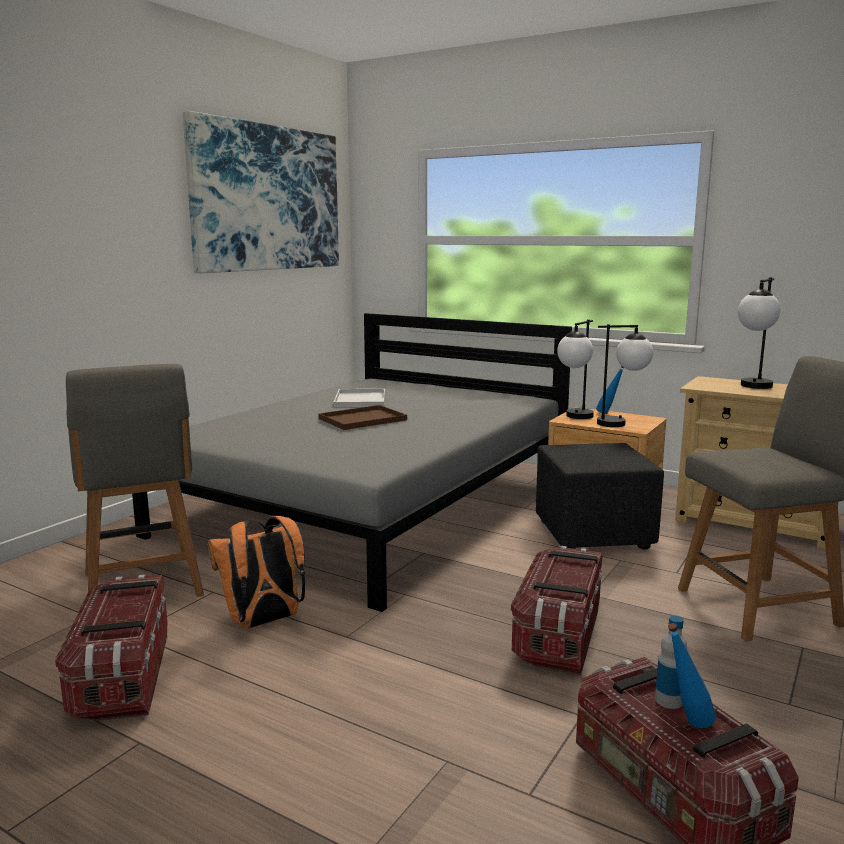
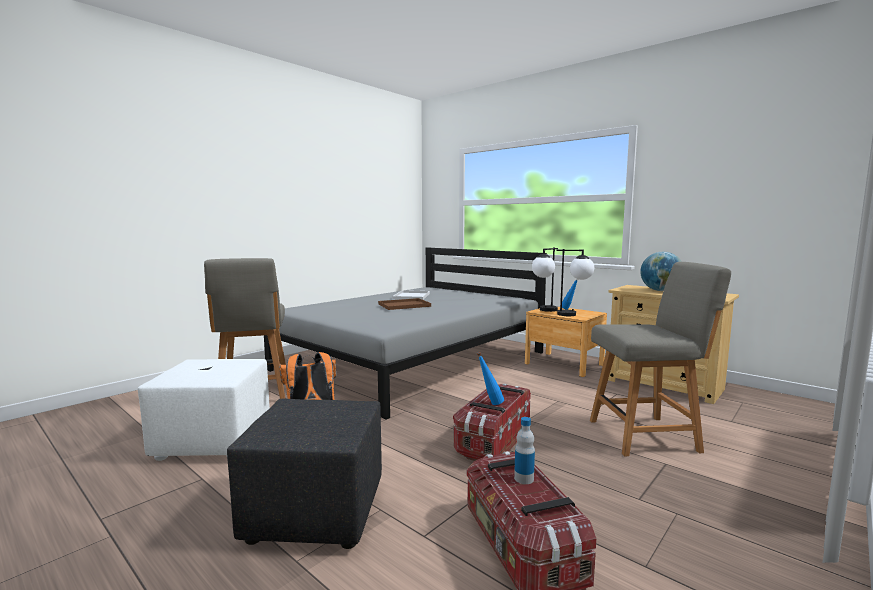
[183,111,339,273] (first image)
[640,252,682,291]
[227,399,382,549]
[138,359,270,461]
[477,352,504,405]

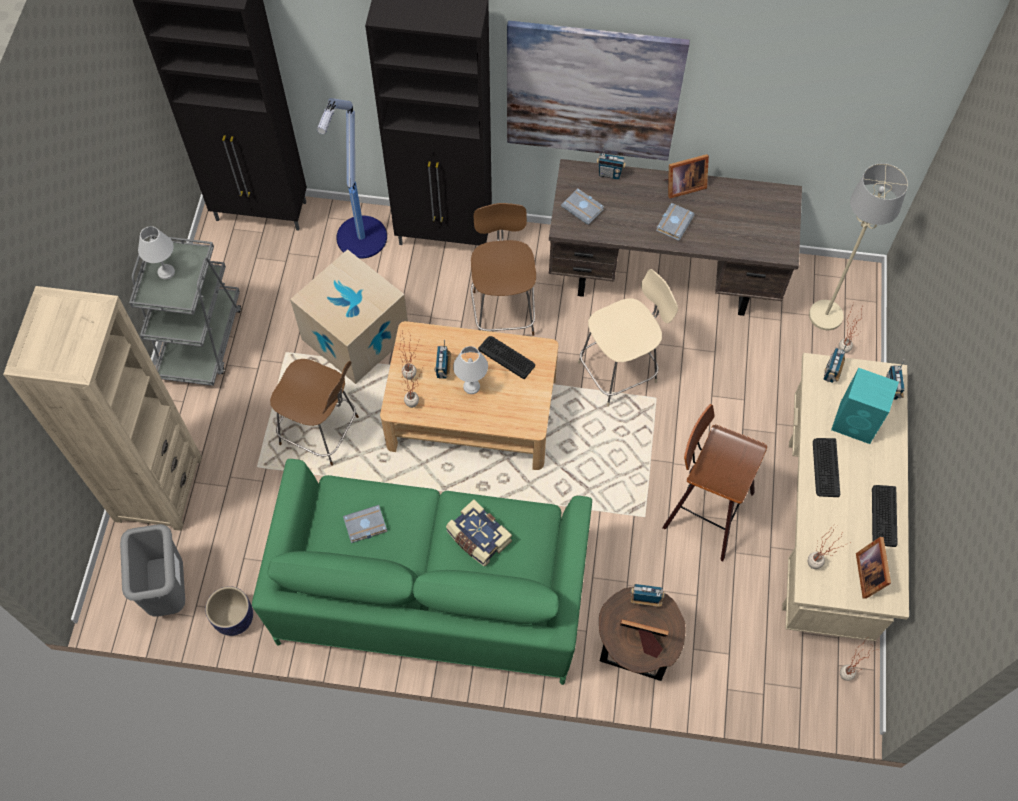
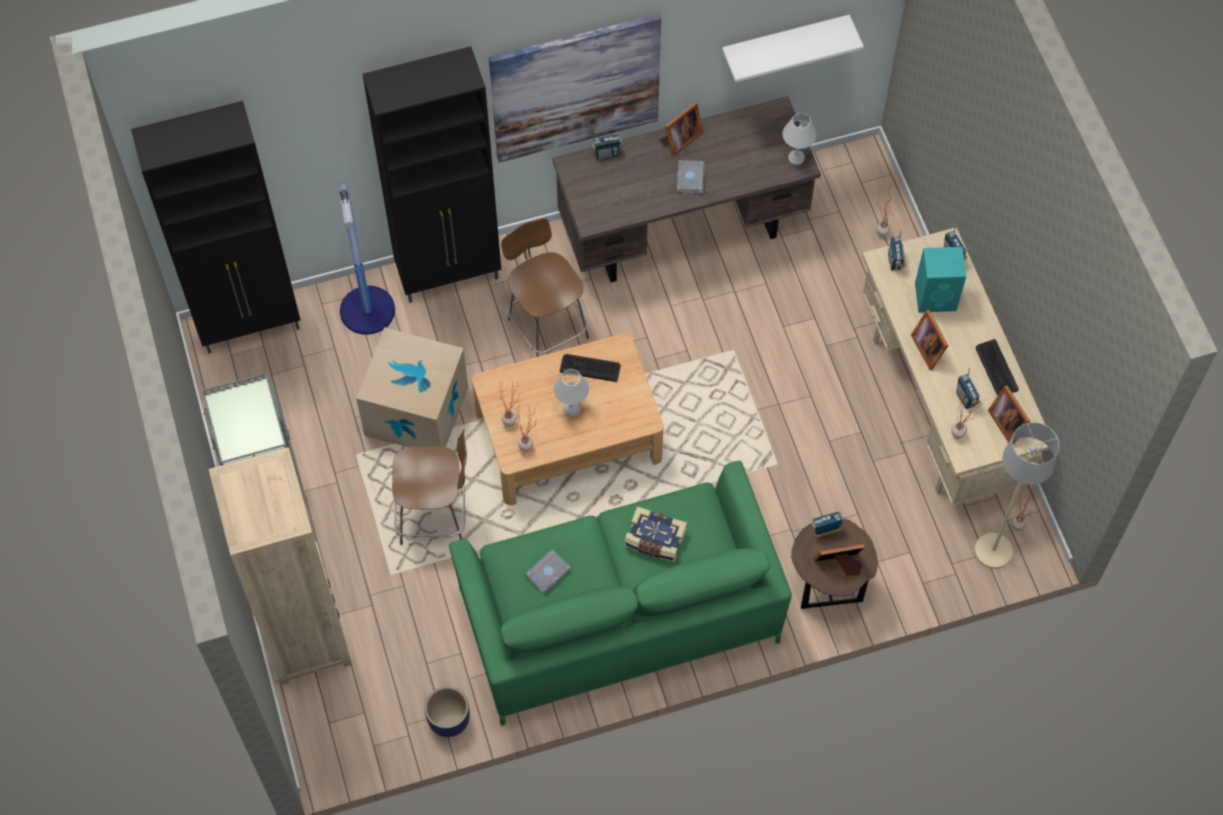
[975,422,1059,569]
[561,189,604,225] (first image)
[783,113,817,165]
[578,269,678,407] (first image)
[956,368,981,409]
[663,404,767,562] (first image)
[911,310,949,370]
[120,524,185,617] (first image)
[722,15,864,82]

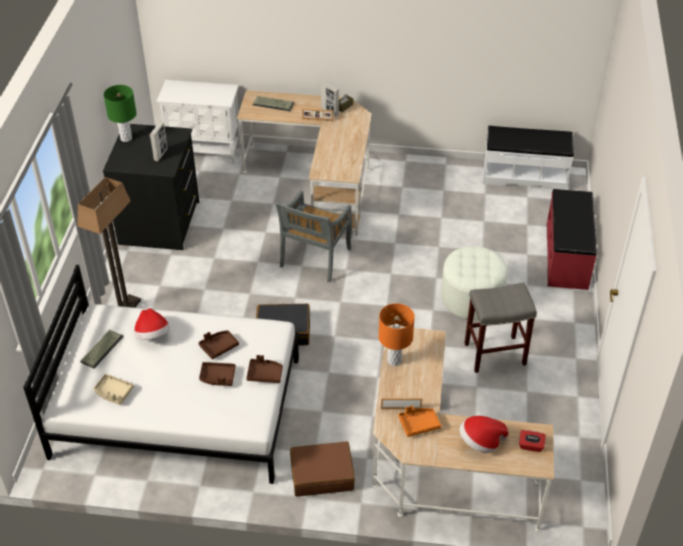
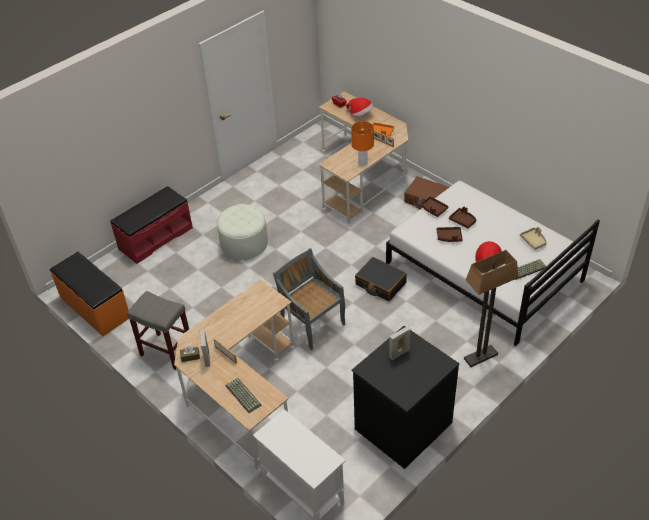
[104,85,137,142] (first image)
[50,252,129,336]
[273,248,346,350]
[127,291,189,370]

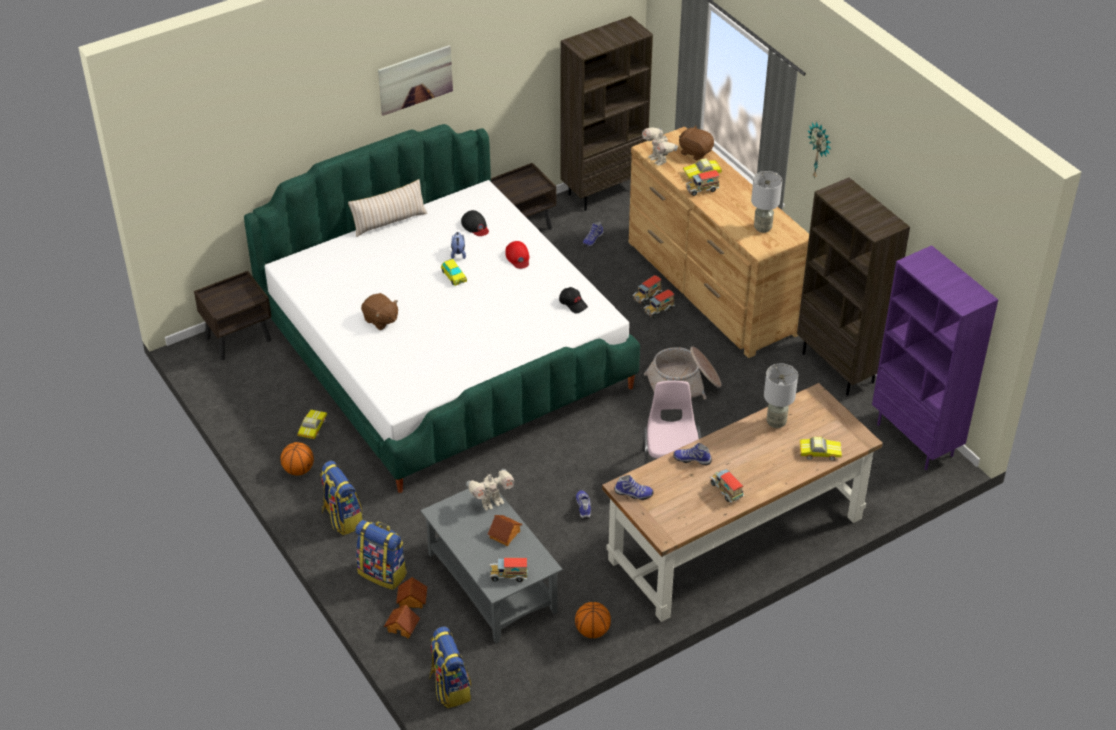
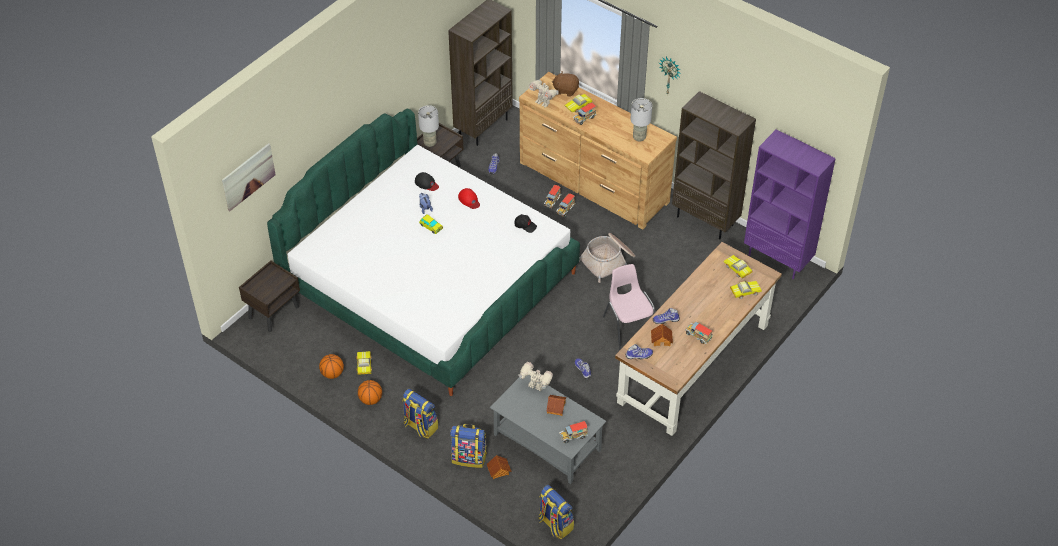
[222,143,276,211]
[348,179,427,237] (first image)
[361,293,398,330] (first image)
[418,105,439,147]
[519,362,553,391]
[319,354,344,379]
[651,324,673,346]
[723,255,753,278]

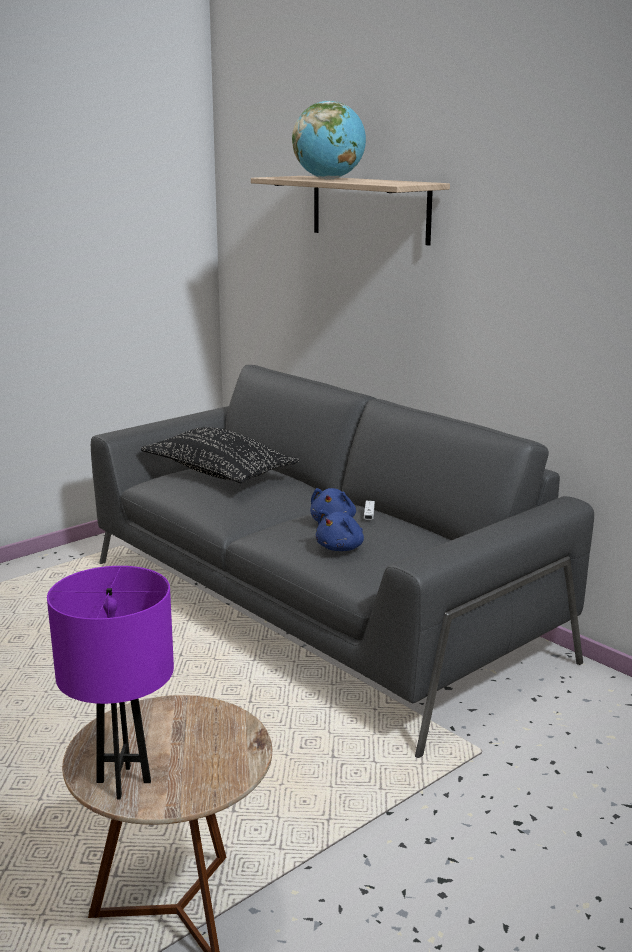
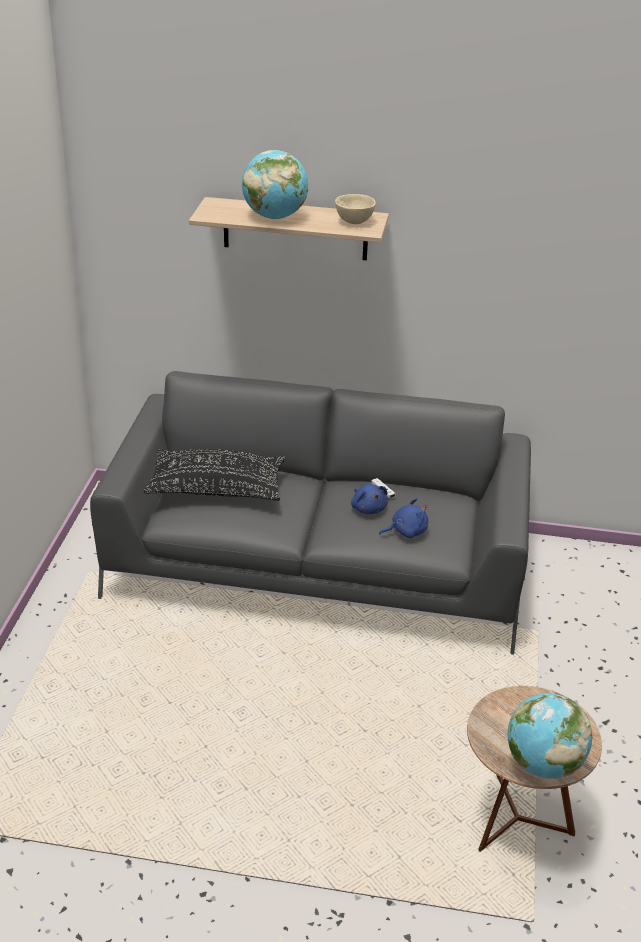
[379,498,428,538]
[508,693,593,778]
[335,194,376,224]

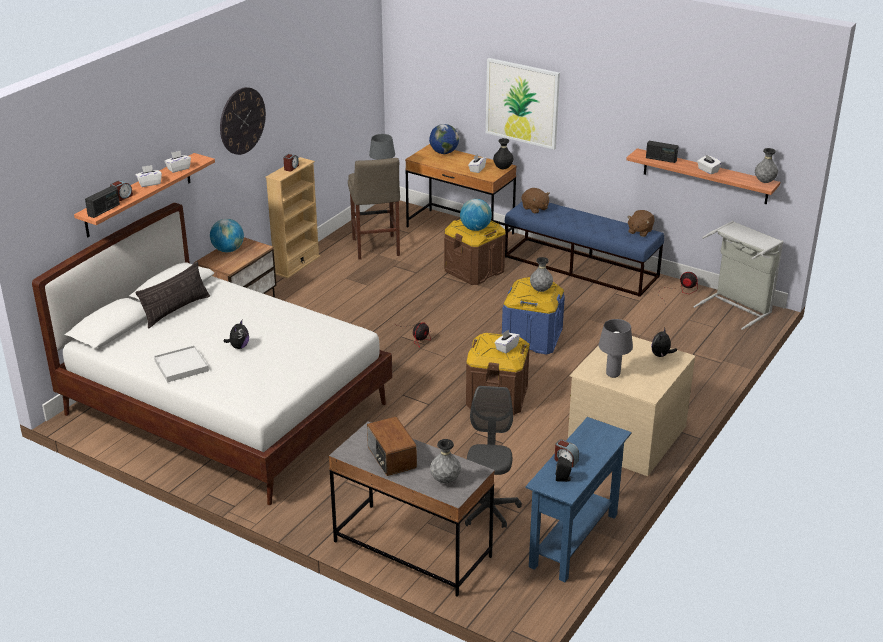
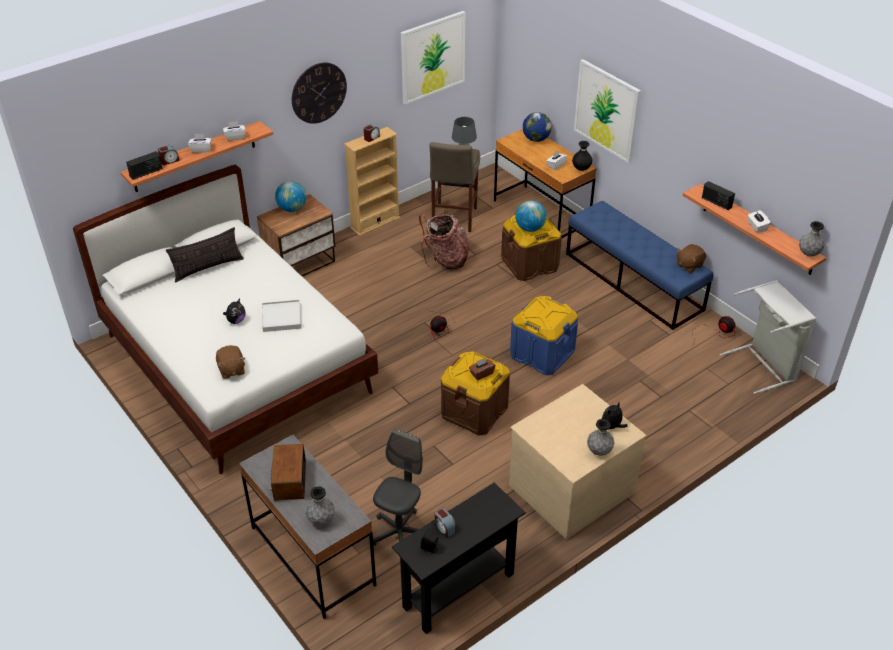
[216,345,245,379]
[587,419,614,456]
[599,319,633,378] (first image)
[469,358,495,380]
[262,300,301,332]
[392,482,526,634]
[401,11,465,104]
[419,214,469,270]

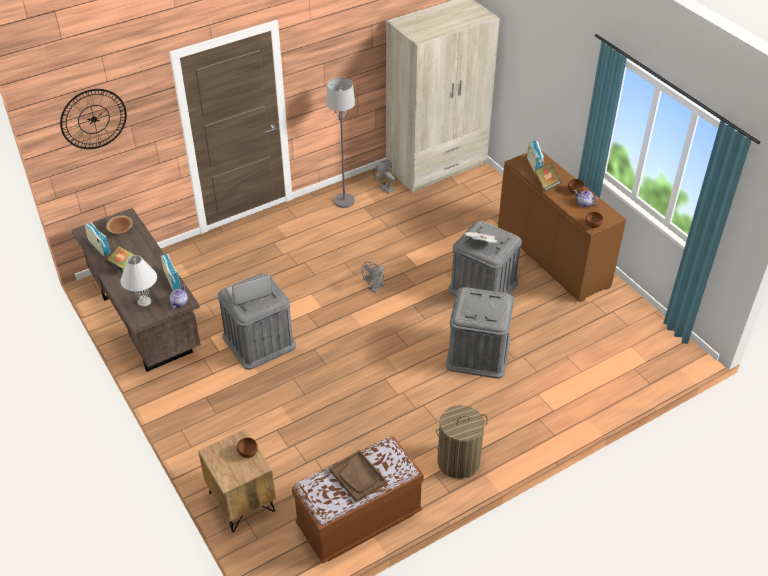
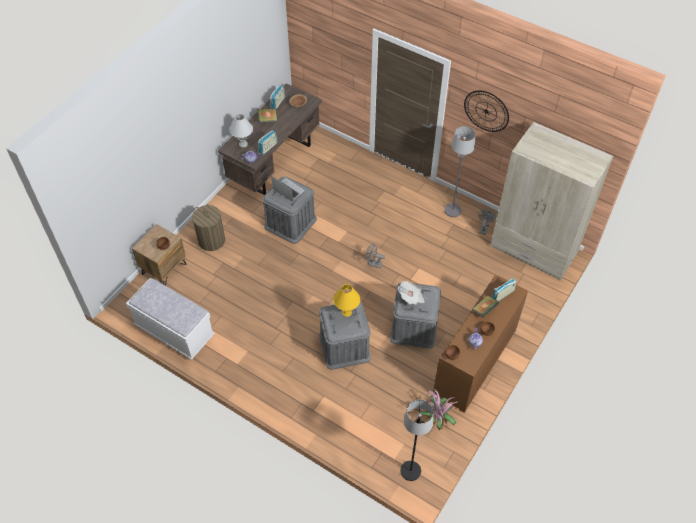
[464,90,509,132]
[192,205,225,251]
[126,278,215,360]
[329,450,387,503] (first image)
[333,284,360,317]
[418,389,457,430]
[401,400,433,481]

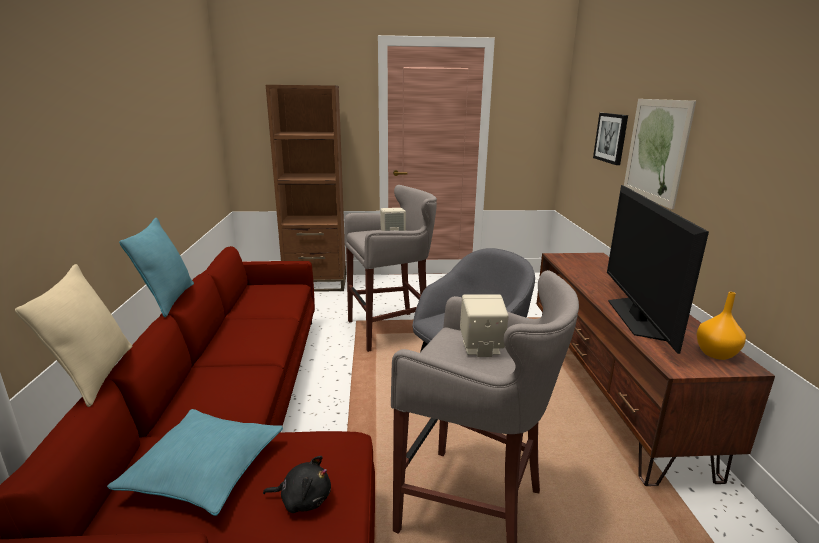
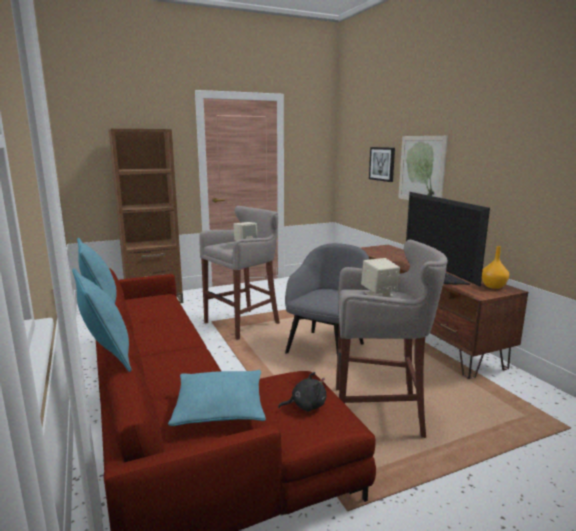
[72,268,132,372]

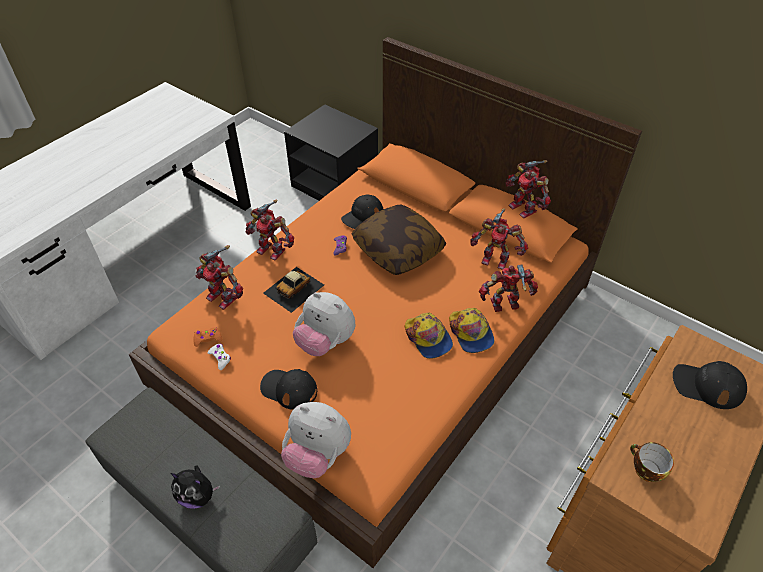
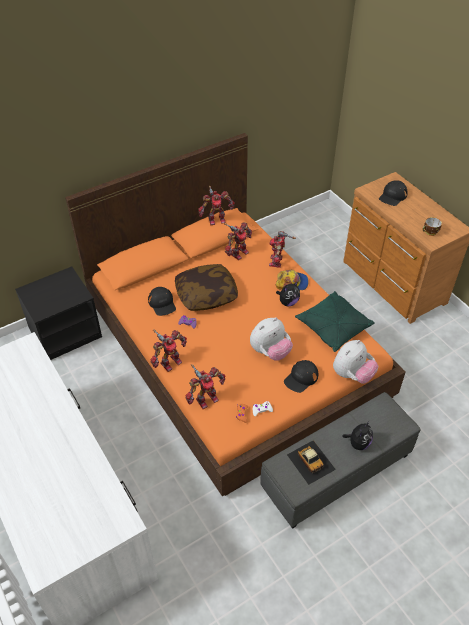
[287,440,336,485]
[276,281,300,306]
[295,291,375,352]

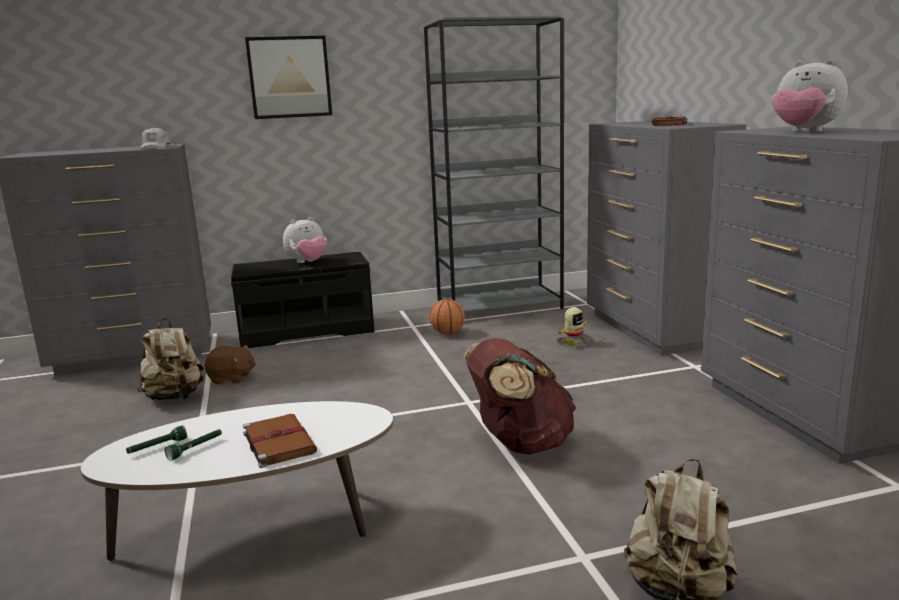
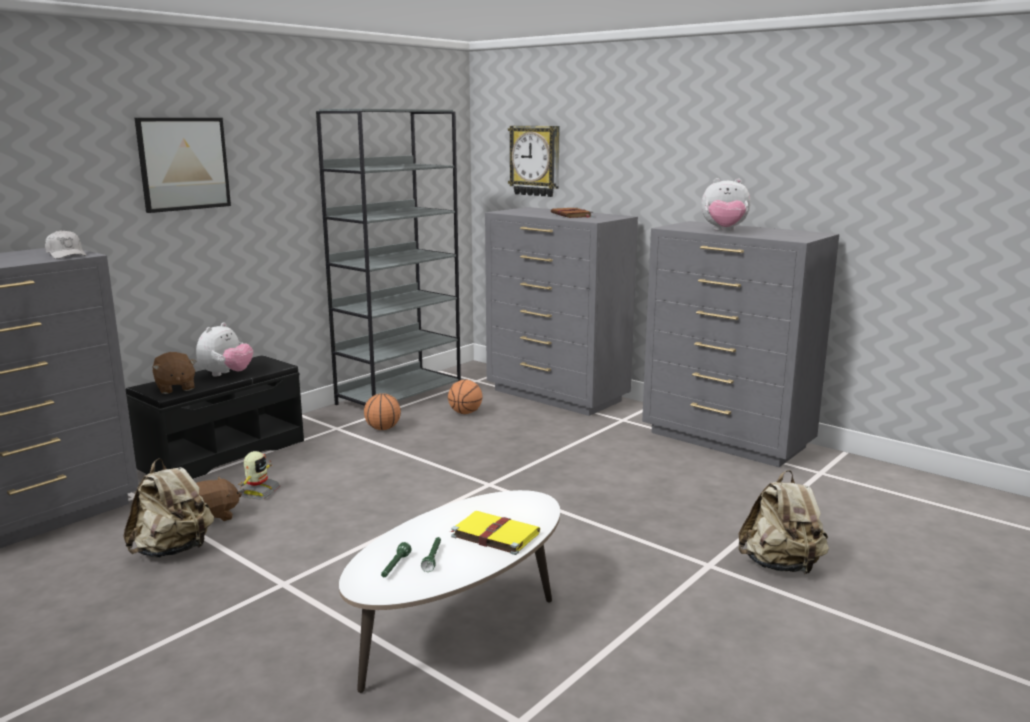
[238,451,281,500]
[464,338,577,455] (first image)
[450,511,540,555]
[508,126,560,197]
[153,352,196,394]
[448,380,483,414]

